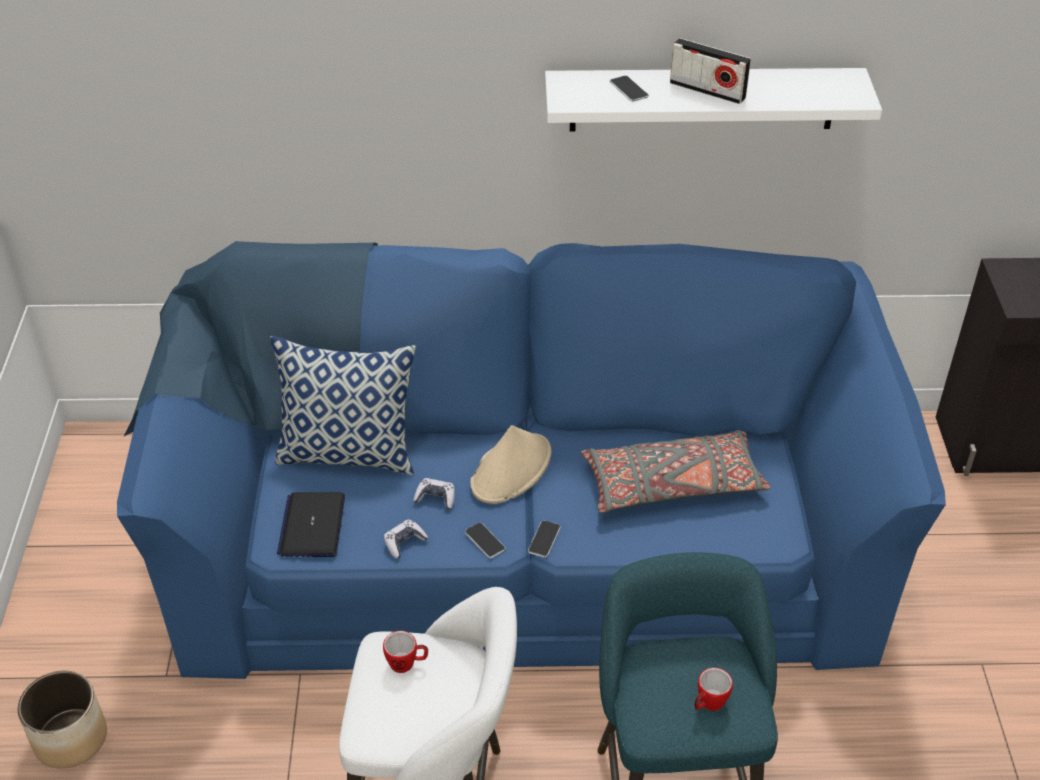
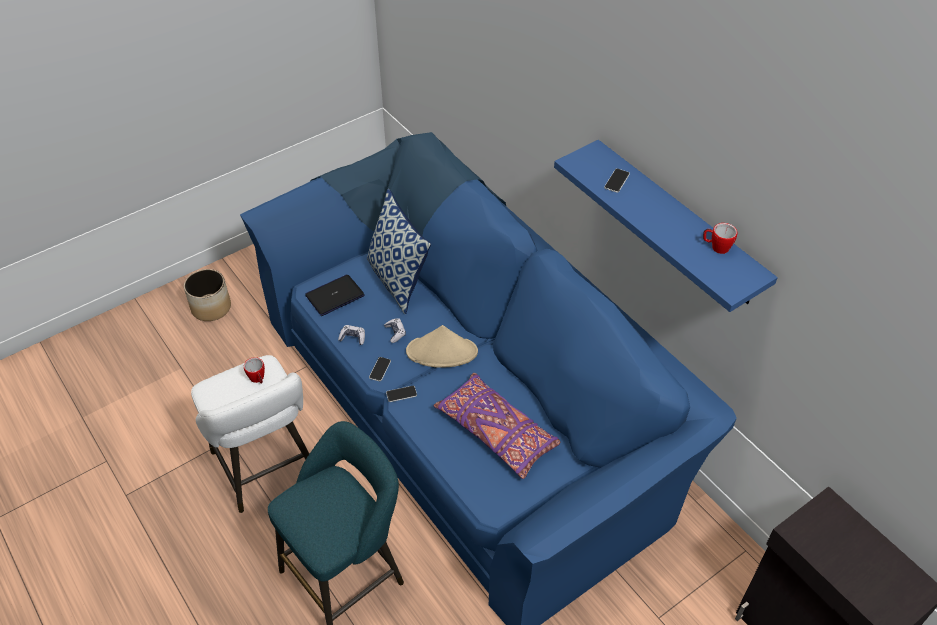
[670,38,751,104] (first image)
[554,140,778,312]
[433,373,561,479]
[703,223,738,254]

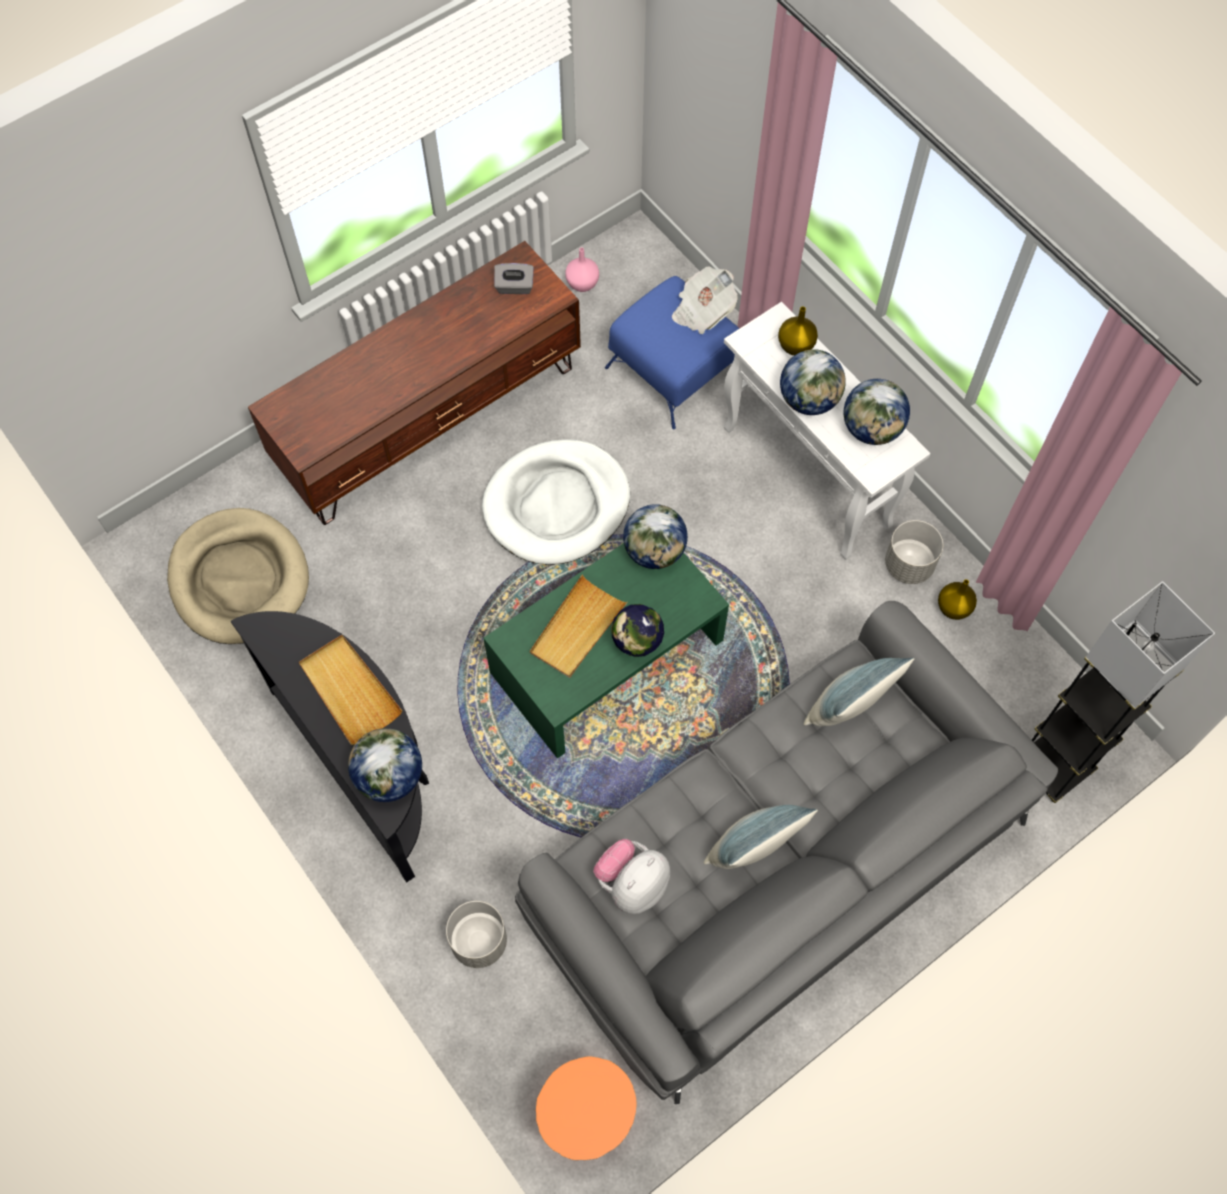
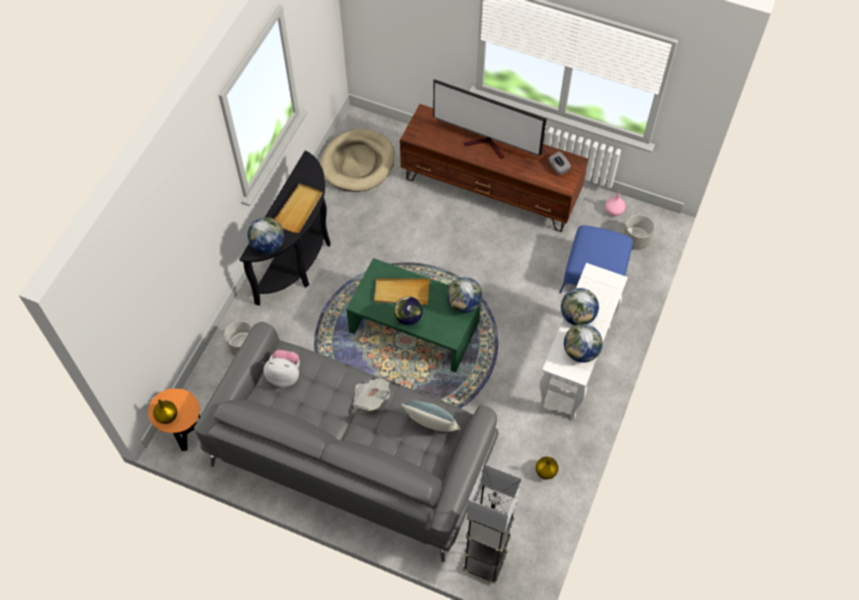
[353,378,390,411]
[153,399,177,424]
[482,439,630,565] (first image)
[624,215,654,250]
[704,805,818,869] (first image)
[433,79,547,159]

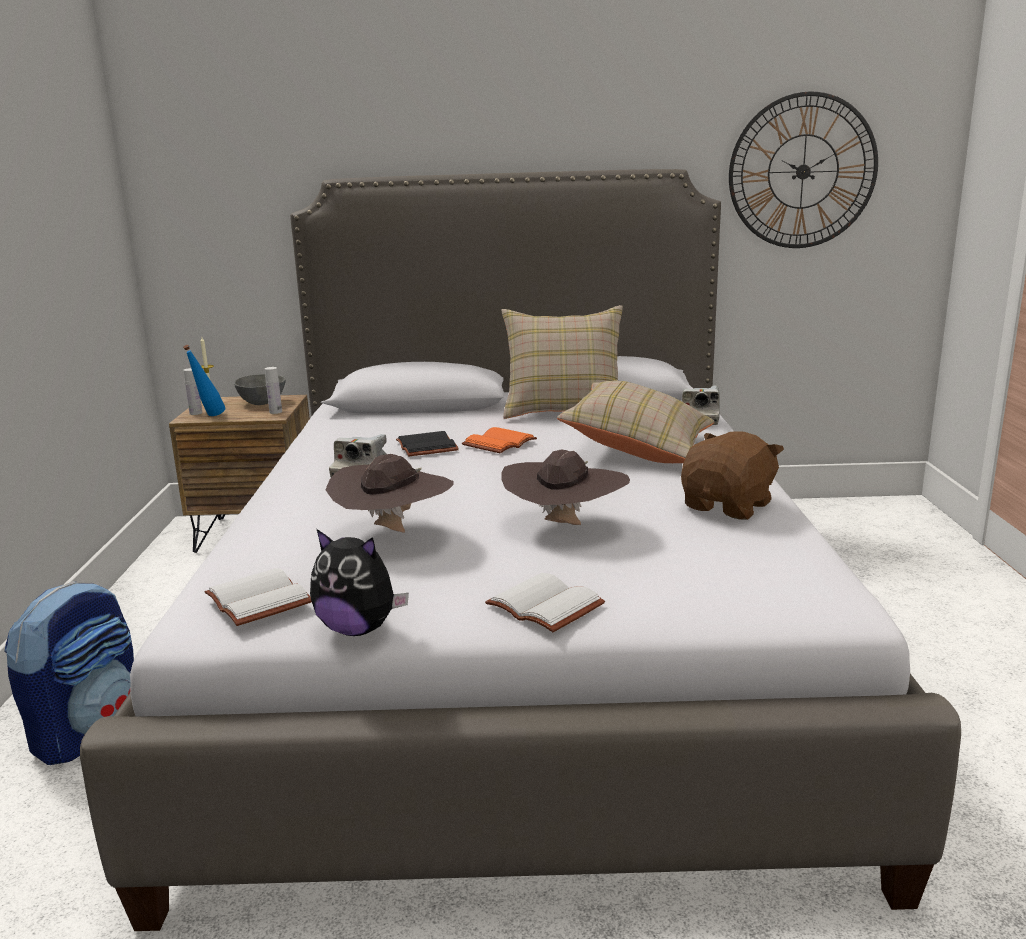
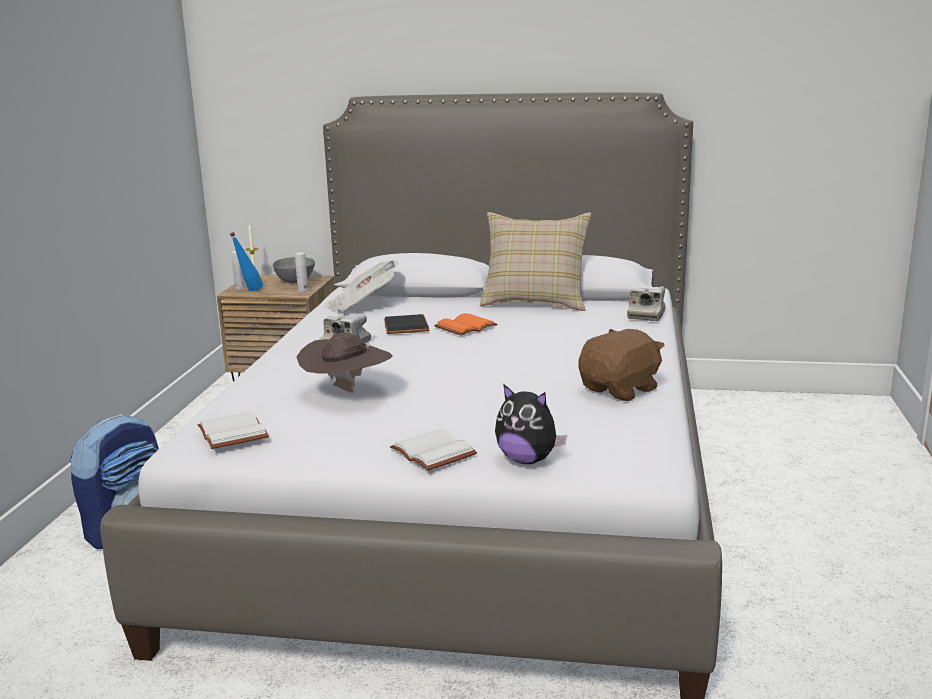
[729,92,878,248] (first image)
[557,381,714,463] (first image)
[502,449,630,525] (first image)
[495,384,567,464]
[324,260,399,311]

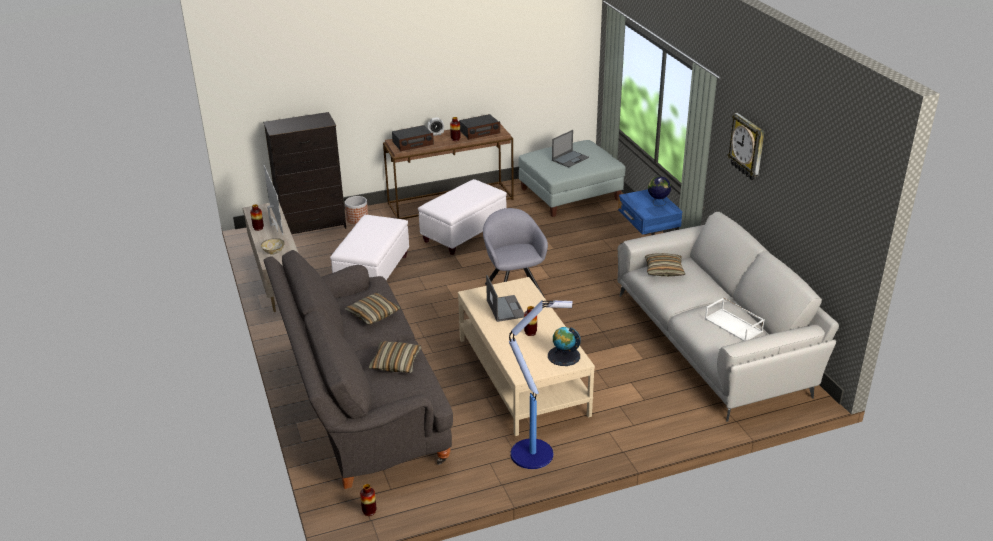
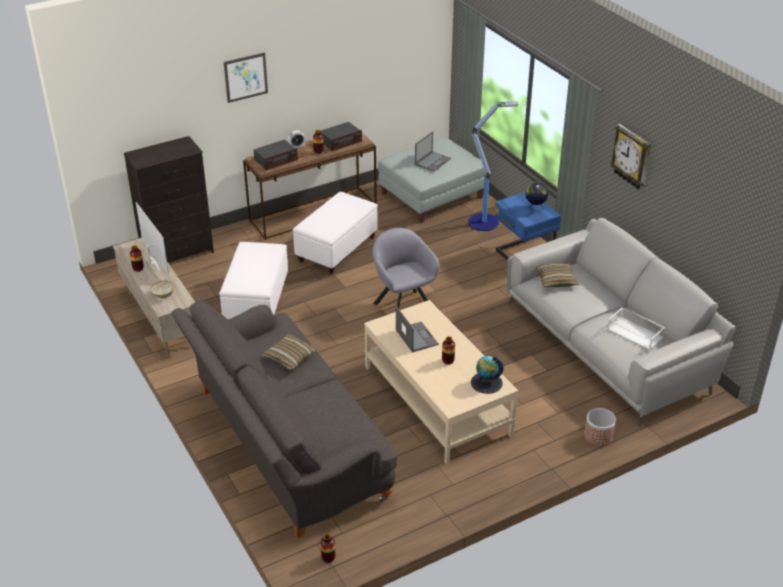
[584,408,616,447]
[468,101,518,231]
[369,341,421,373] (first image)
[224,52,268,103]

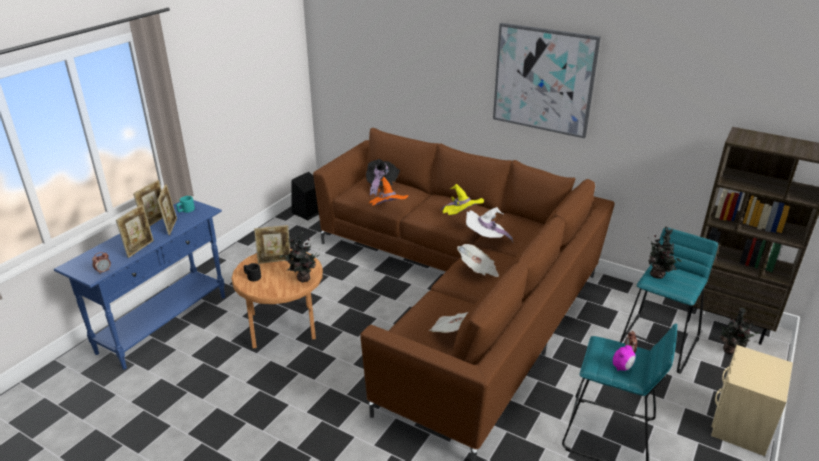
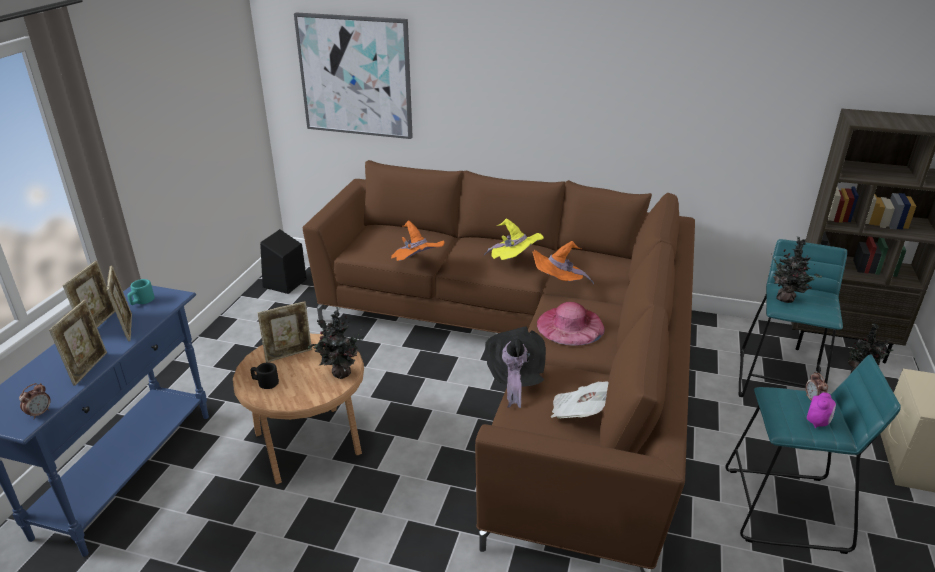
[294,12,413,139]
[485,326,546,408]
[532,241,594,284]
[537,302,605,346]

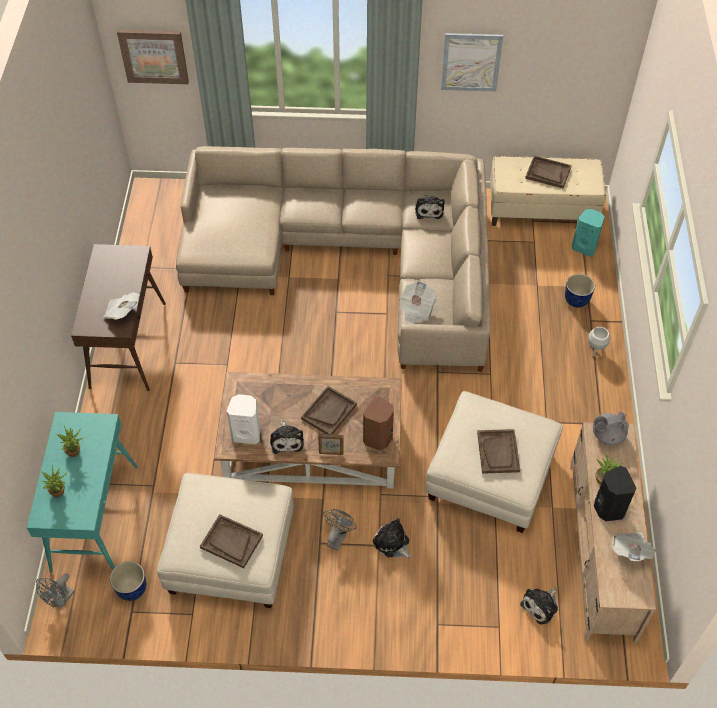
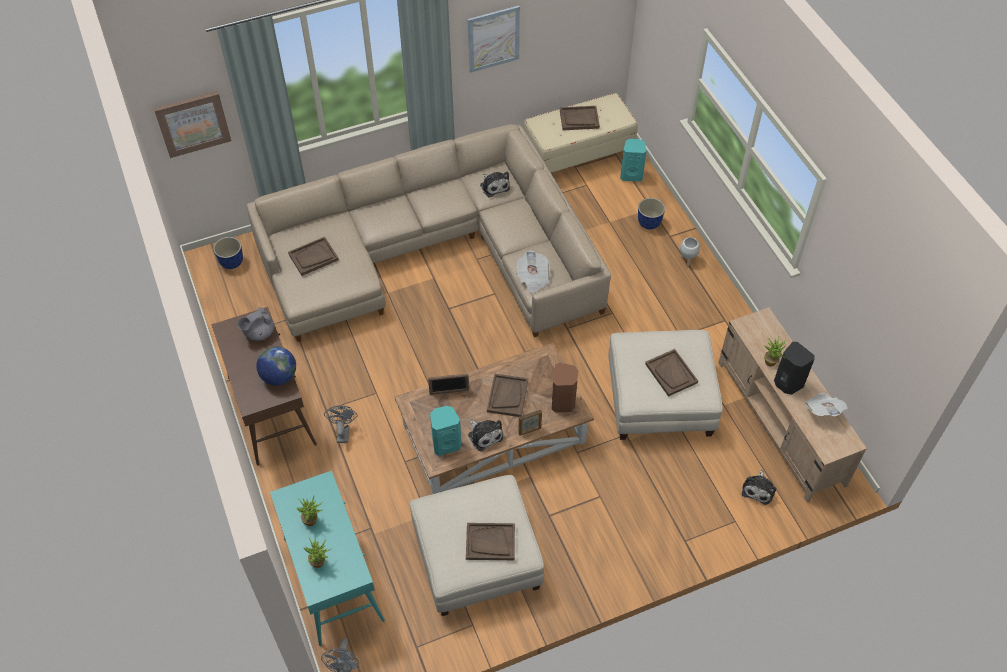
[256,346,296,386]
[430,406,462,456]
[237,307,274,341]
[324,405,358,443]
[373,518,412,558] (first image)
[213,237,243,269]
[288,237,339,276]
[428,373,469,395]

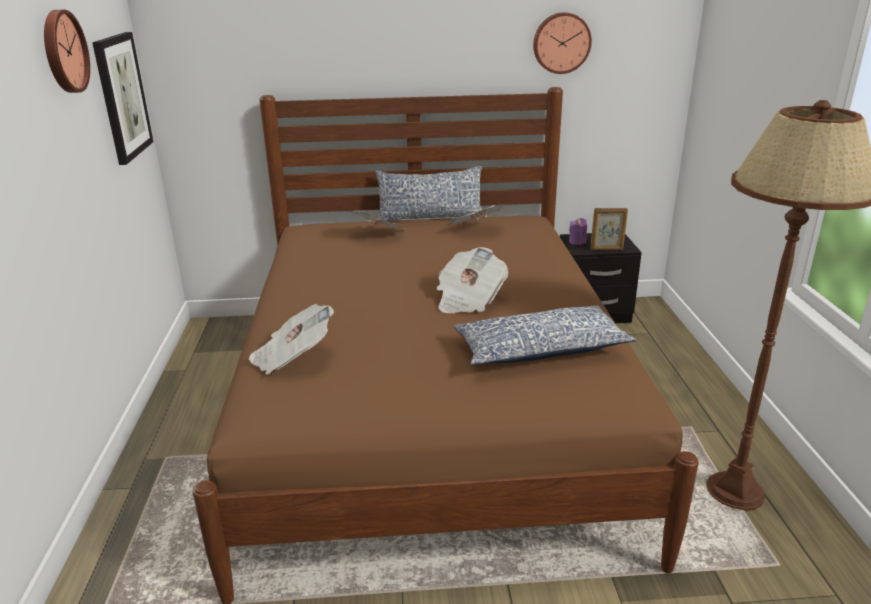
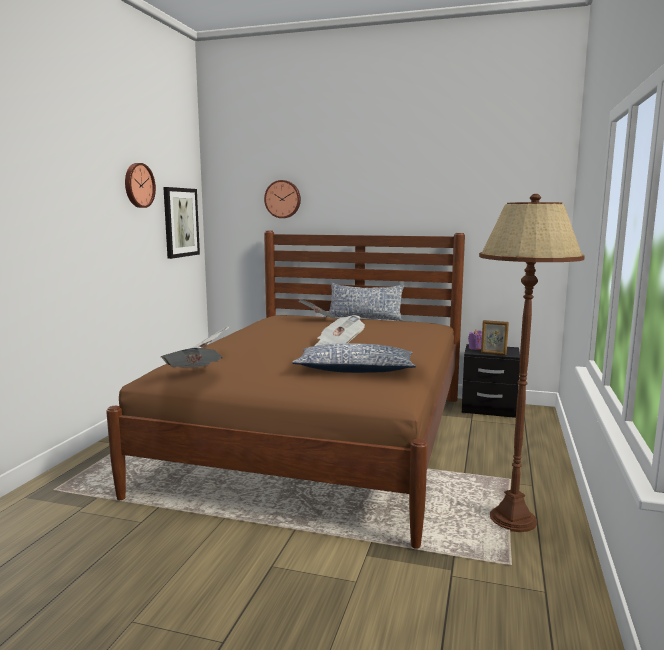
[264,180,301,218]
[161,348,223,368]

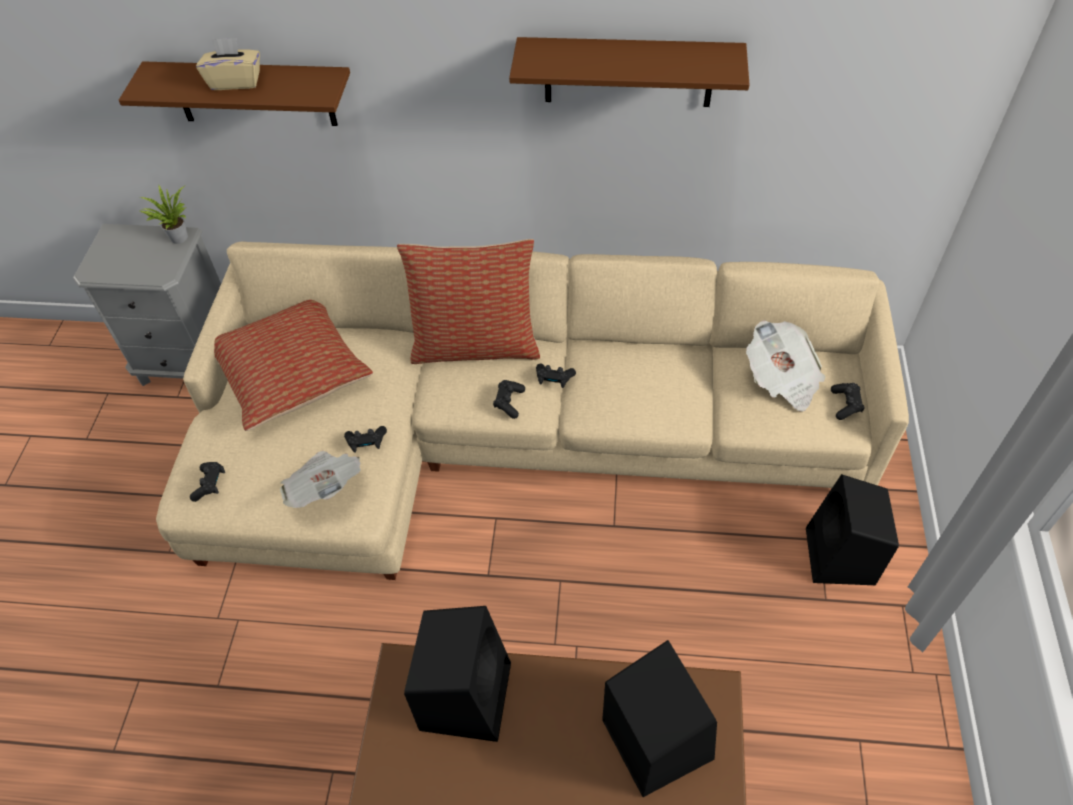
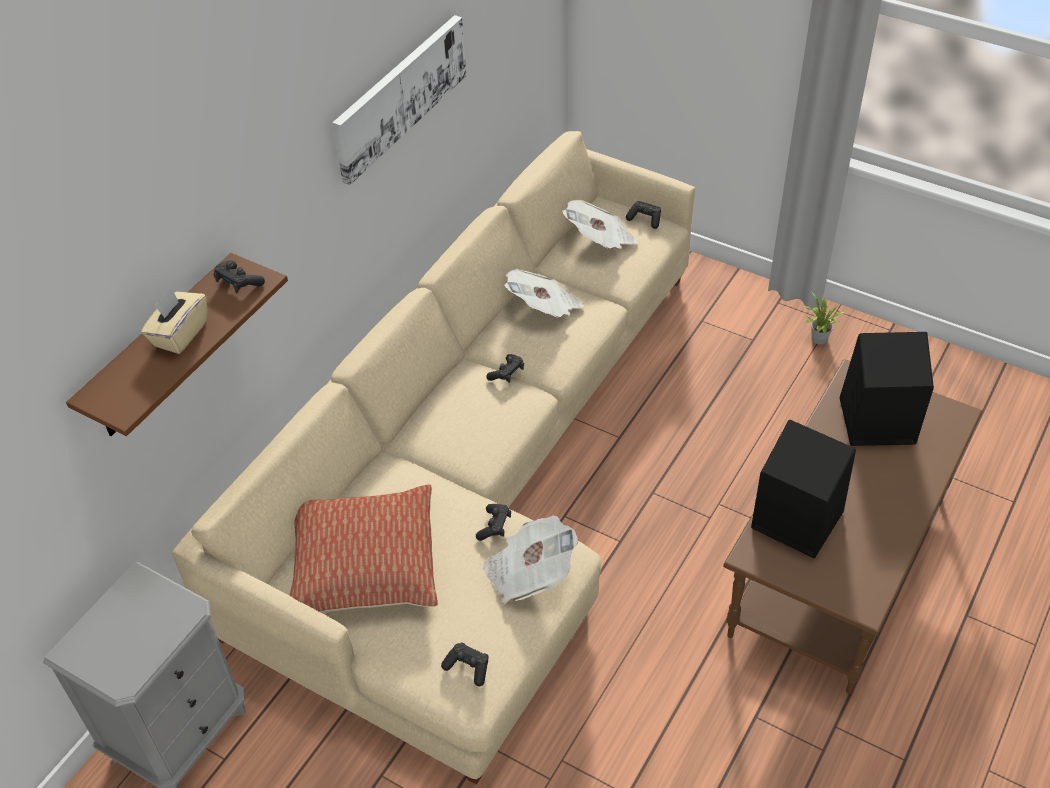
[332,15,466,185]
[804,293,846,344]
[397,239,540,364] (first image)
[213,260,265,293]
[806,474,899,585] (first image)
[504,269,584,318]

